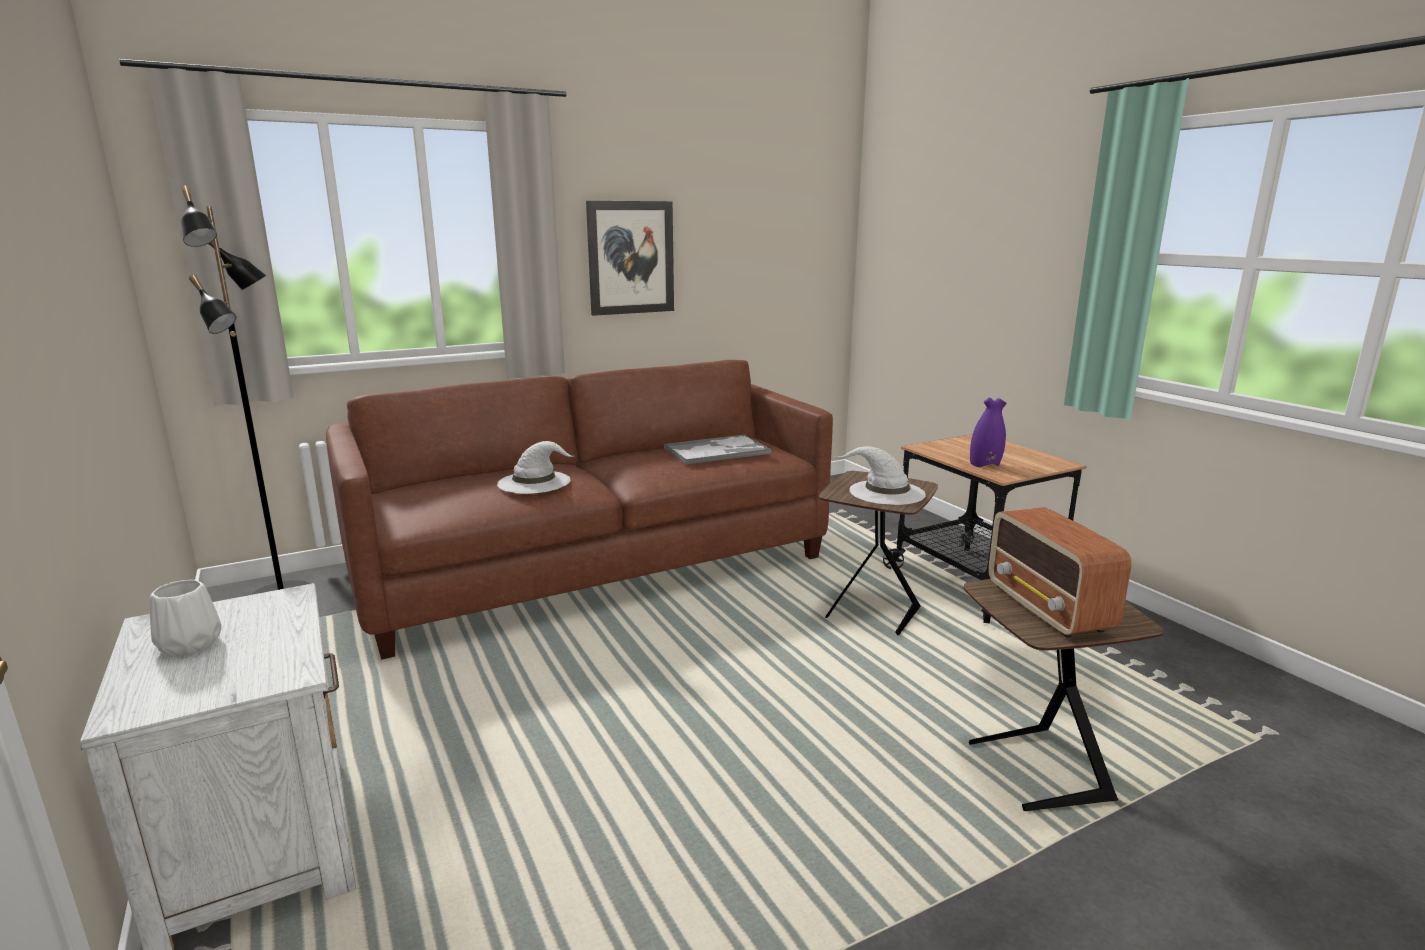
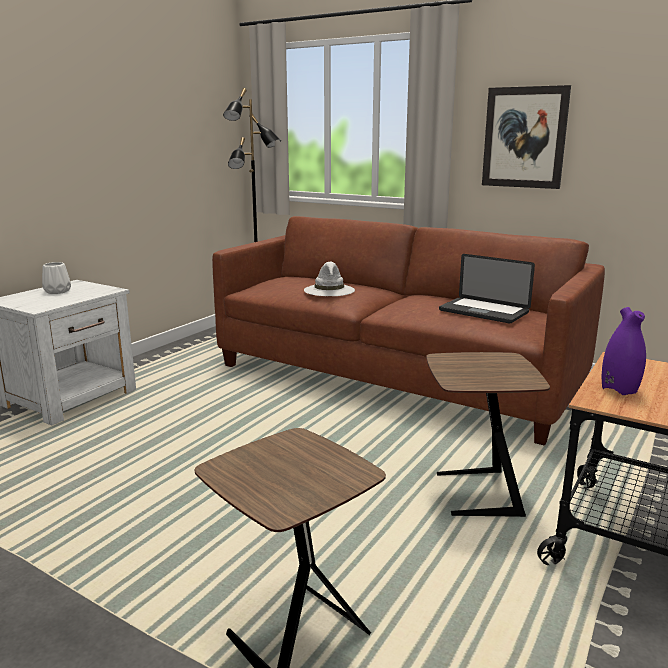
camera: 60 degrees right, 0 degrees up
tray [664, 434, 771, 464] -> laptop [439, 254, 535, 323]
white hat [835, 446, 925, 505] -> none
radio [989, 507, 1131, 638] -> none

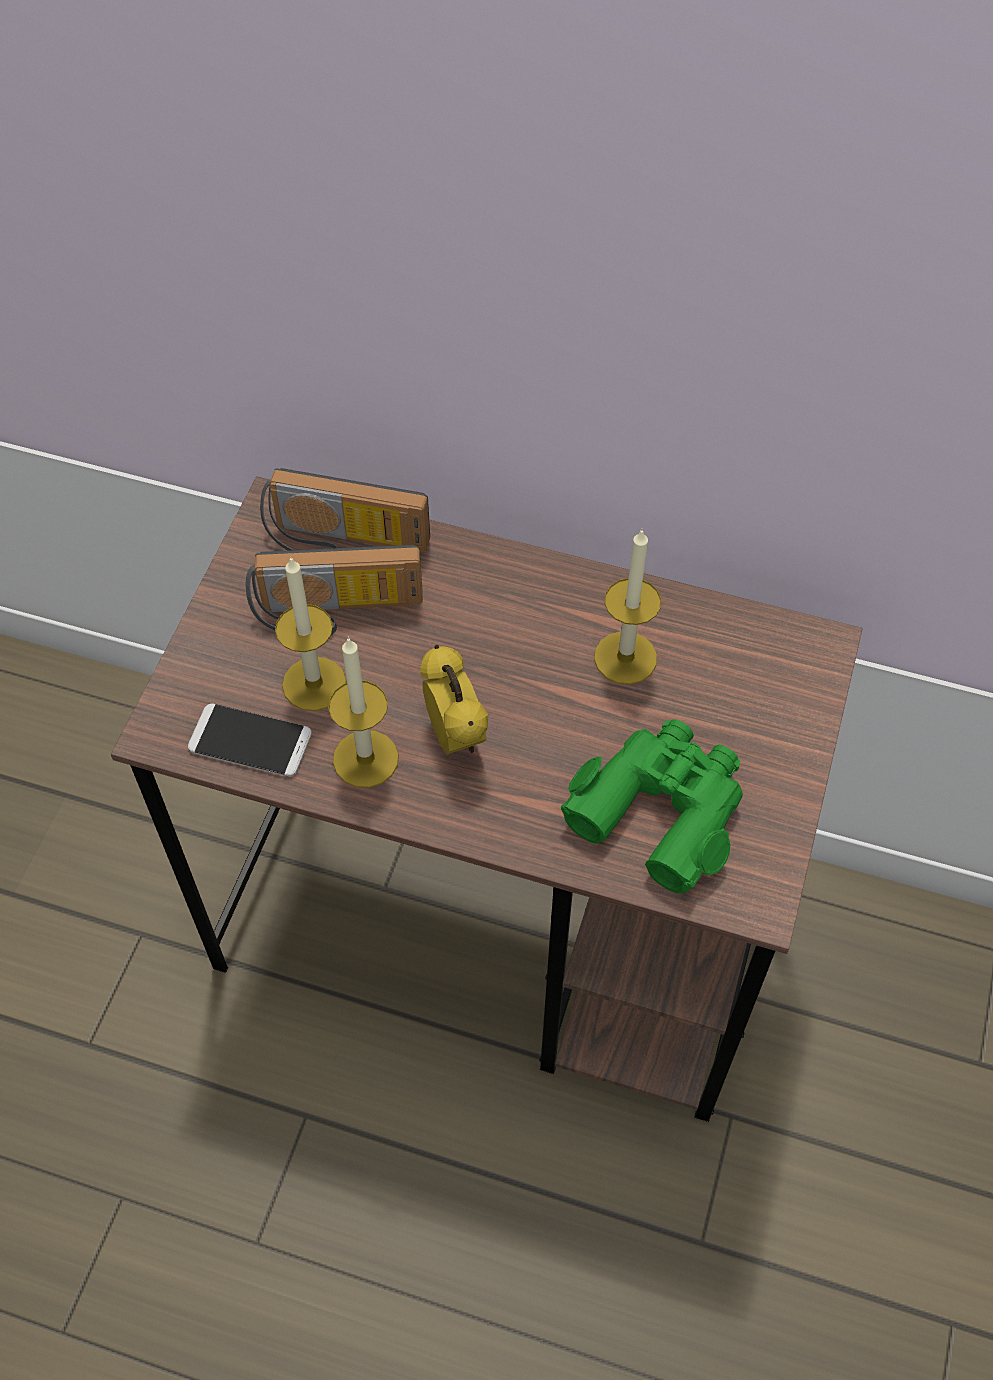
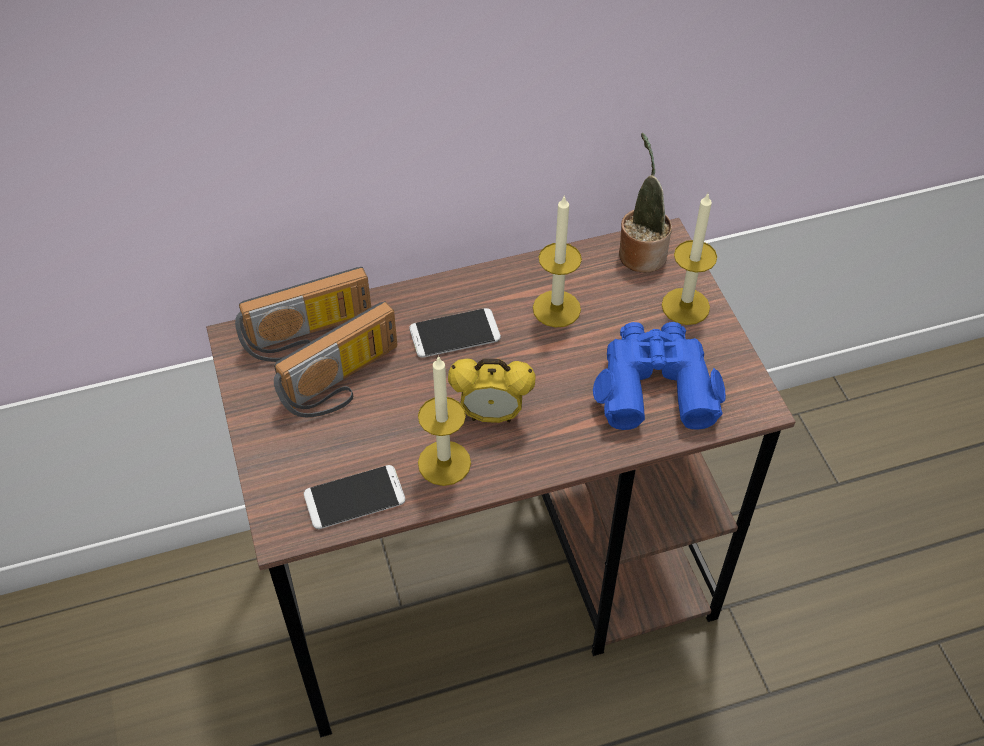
camera: 35 degrees left, 5 degrees down
candle [275, 556, 346, 711] -> candle [662, 193, 717, 325], move
alarm clock [420, 645, 488, 755] -> alarm clock [448, 359, 536, 423], 150 degrees clockwise
green binoculars [561, 719, 743, 893] -> blue binoculars [593, 322, 726, 430]
none -> potted plant [619, 133, 672, 273]
none -> phone [409, 308, 501, 358]

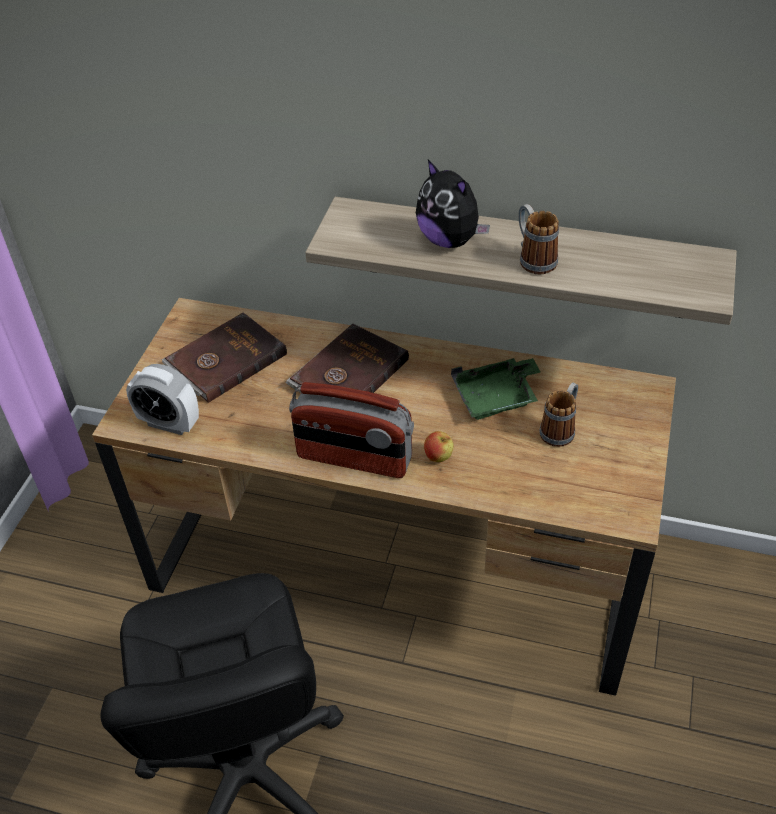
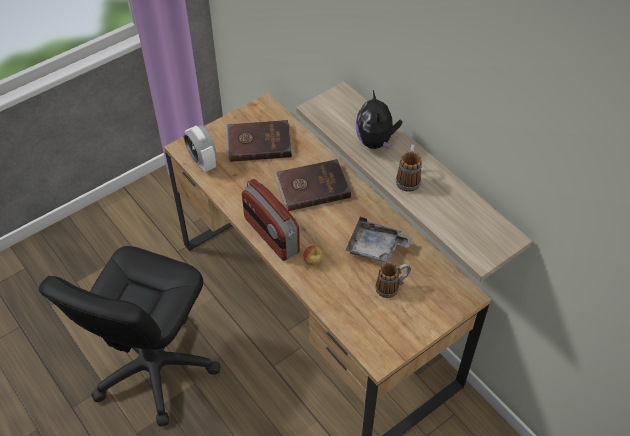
camera: 35 degrees right, 5 degrees up
green tray [451, 358, 541, 420] -> grey tray [345, 217, 413, 263]

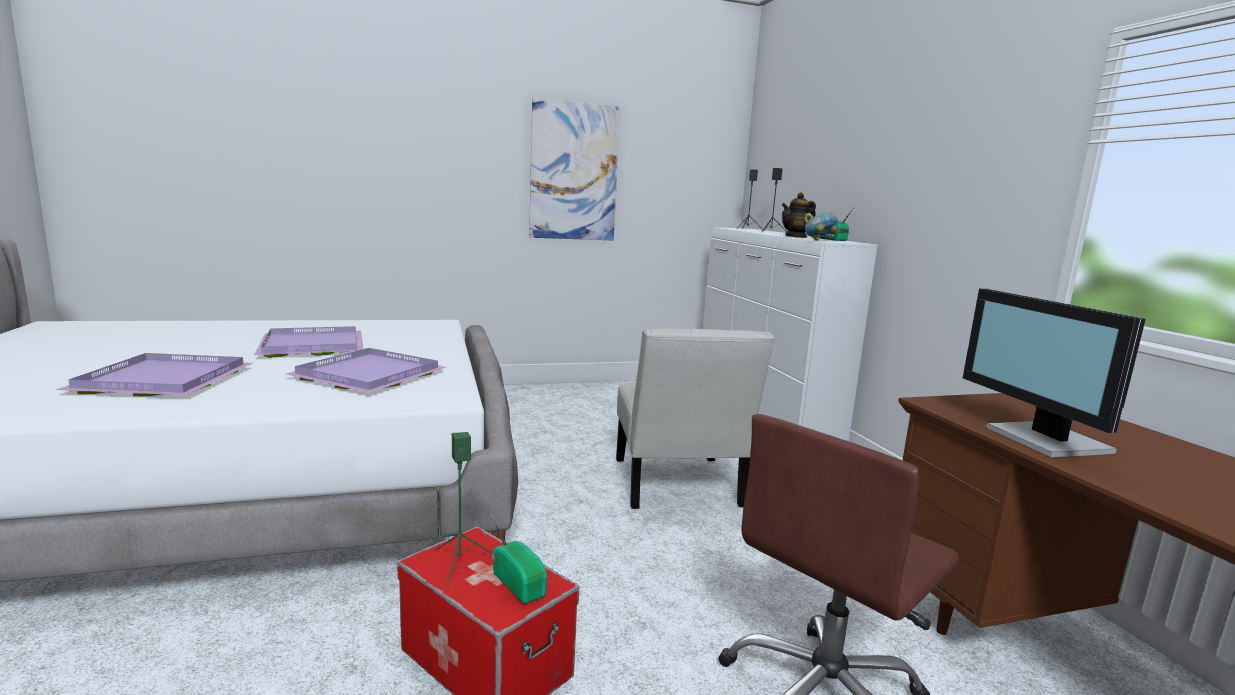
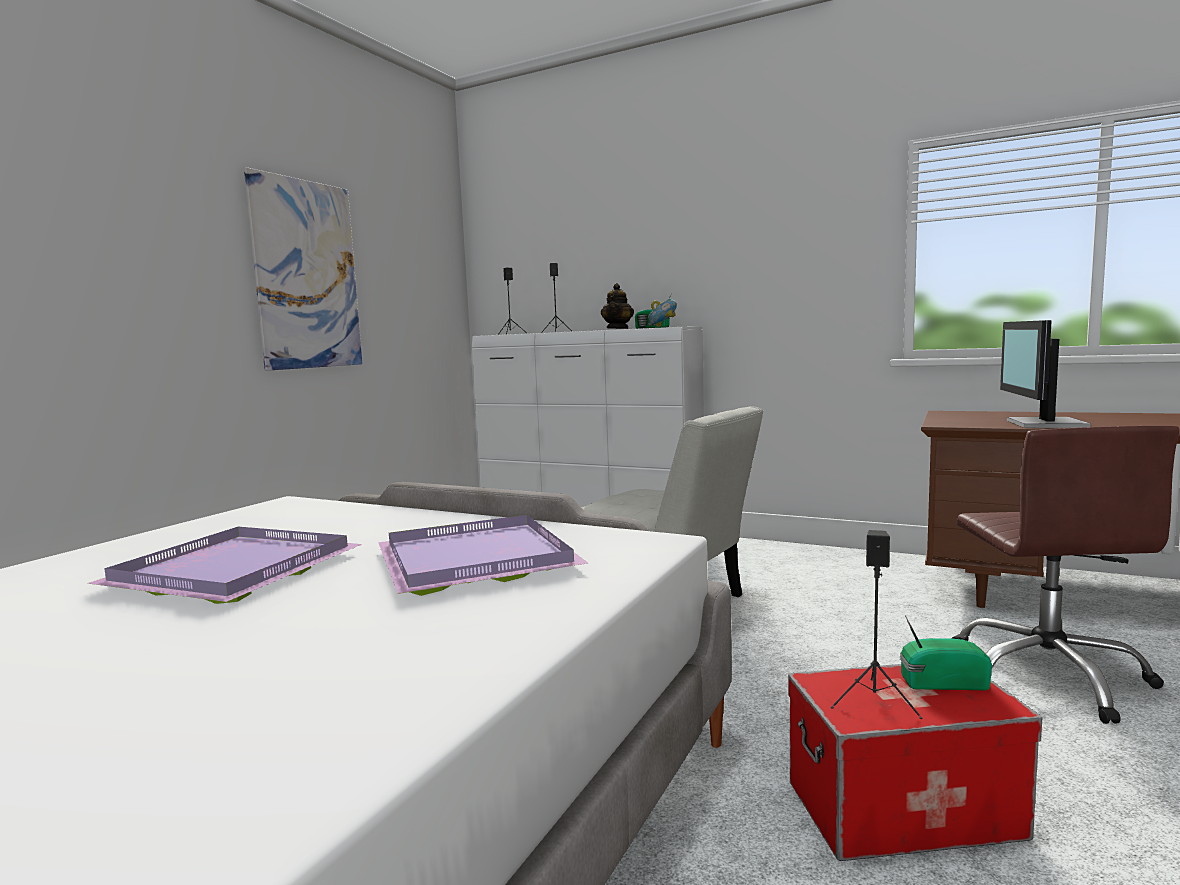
camera: 45 degrees left, 5 degrees down
monitor [963, 289, 1146, 457] -> monitor [1000, 320, 1091, 428], 75 degrees clockwise
purple tray [56, 353, 253, 397] -> none
green speaker [434, 432, 492, 585] -> black speaker [831, 530, 923, 719]

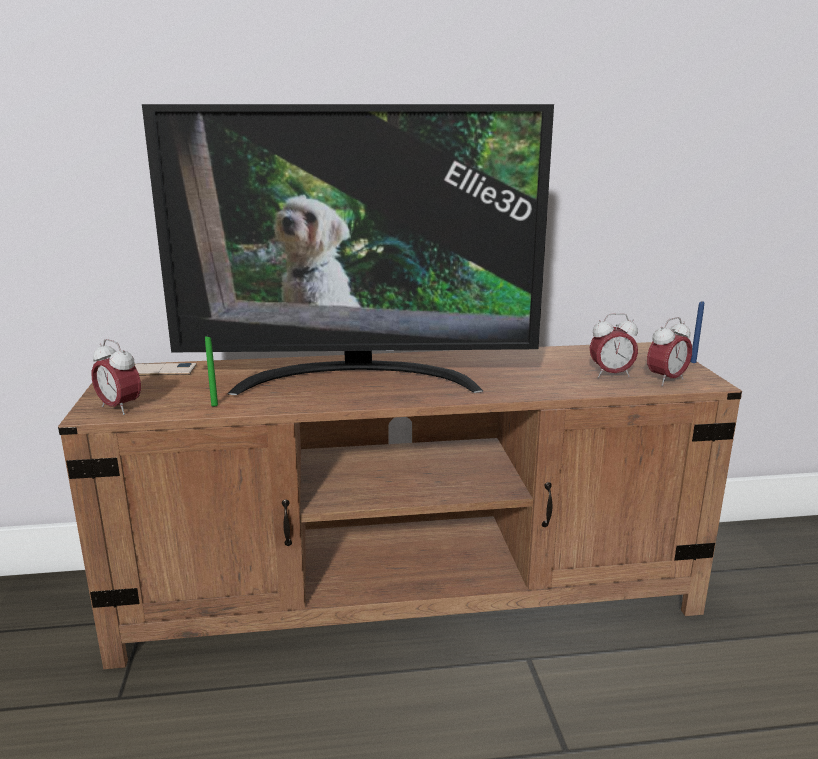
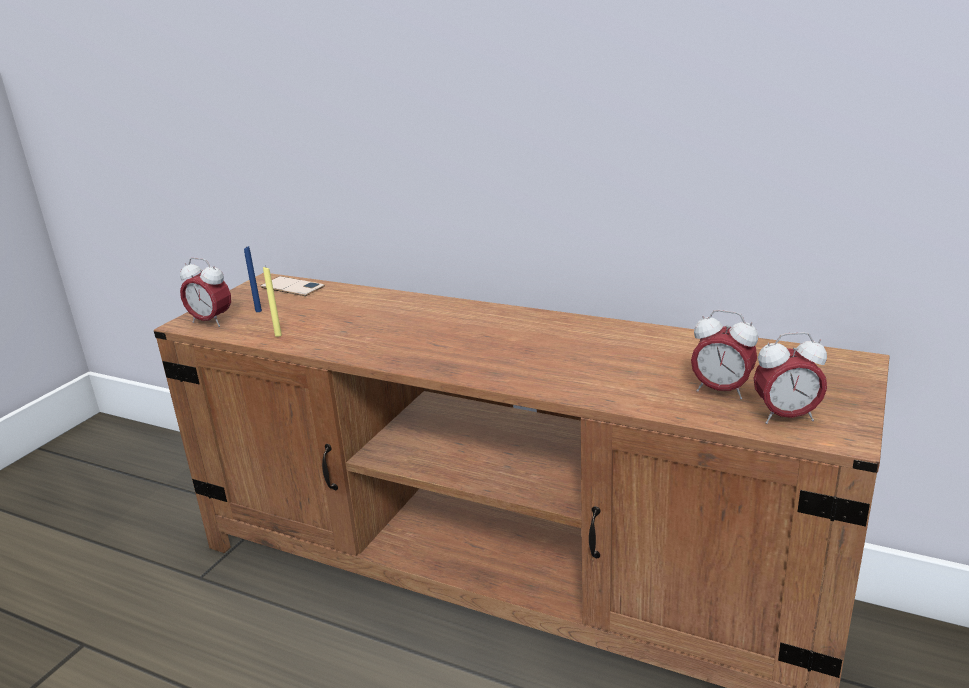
camera: 35 degrees right, 5 degrees up
television [142, 104, 554, 395] -> none
blue candle [690, 301, 704, 363] -> blue candle [244, 246, 262, 312], move
green candle [205, 335, 218, 406] -> yellow candle [263, 267, 282, 337]
alarm clock [91, 339, 141, 415] -> alarm clock [180, 258, 231, 327], 45 degrees counterclockwise

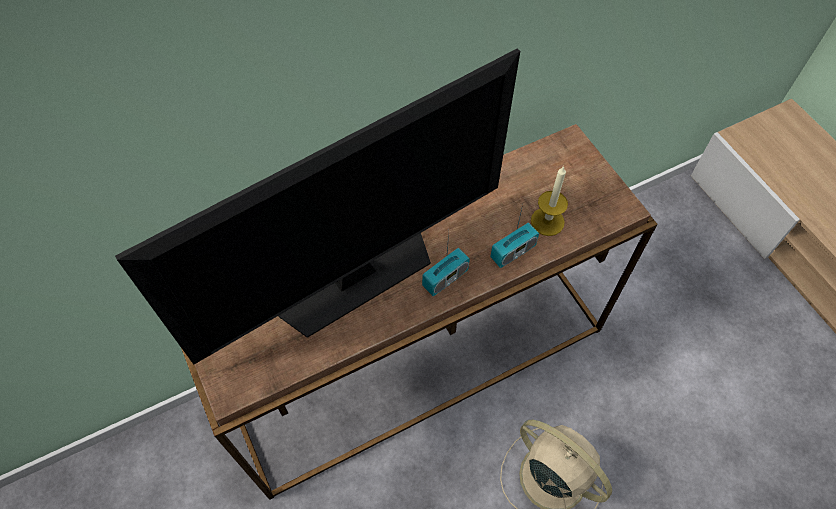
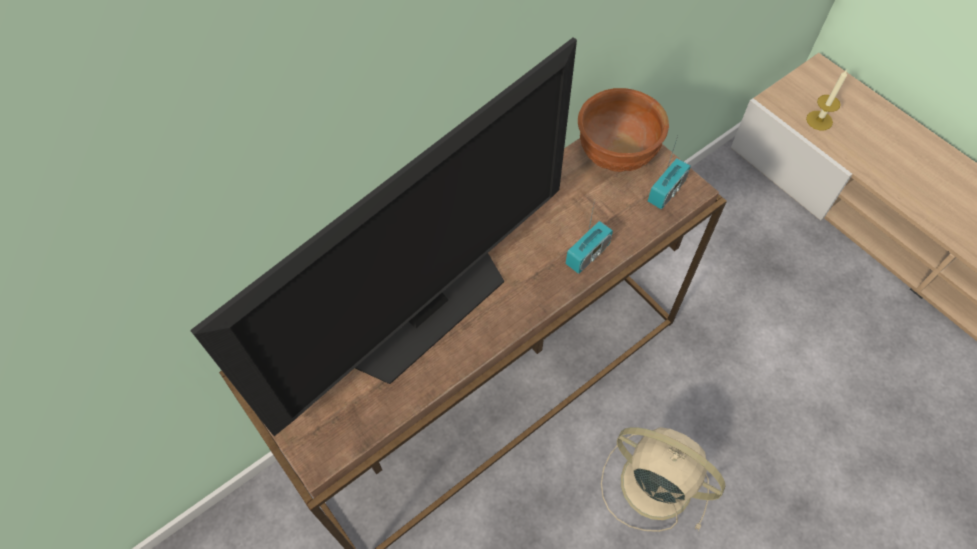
camera: 10 degrees left, 0 degrees up
candle [531, 166, 568, 236] -> candle [806, 70, 847, 130], move
radio [422, 233, 470, 296] -> radio [648, 136, 691, 209], move
none -> brown bowl [578, 88, 669, 172]

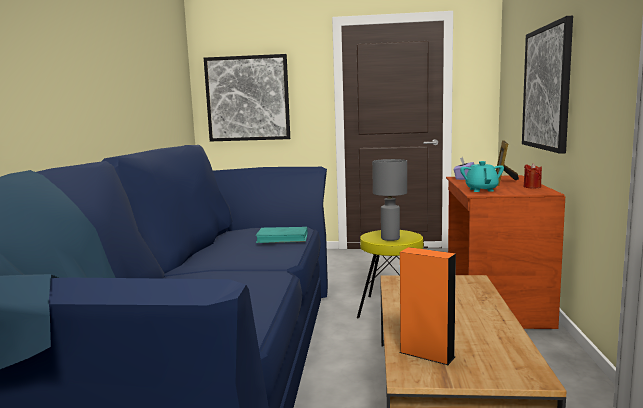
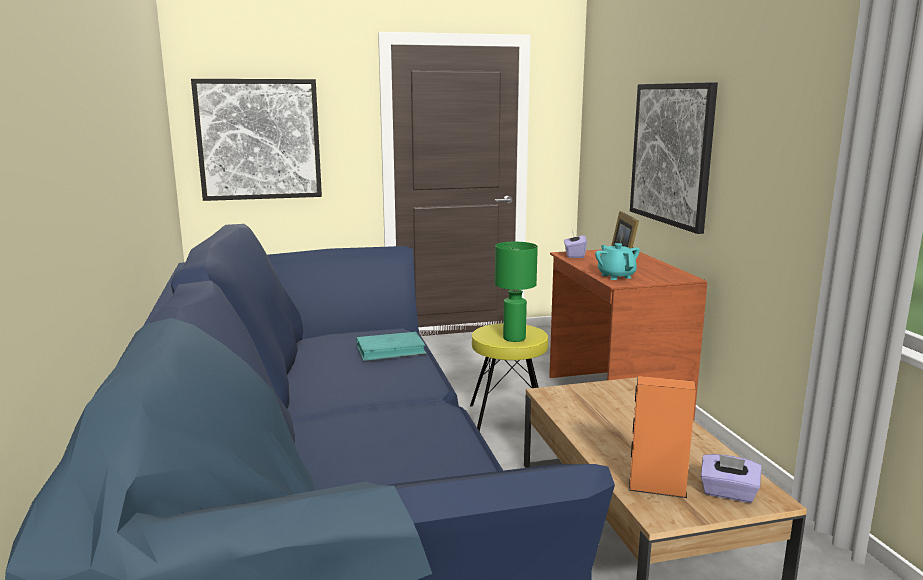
camera: 20 degrees left, 5 degrees up
grey table lamp [372, 159, 407, 241] -> green table lamp [495, 242, 538, 342]
red candle [524, 163, 542, 188] -> none
none -> purple tissue box [701, 454, 761, 503]

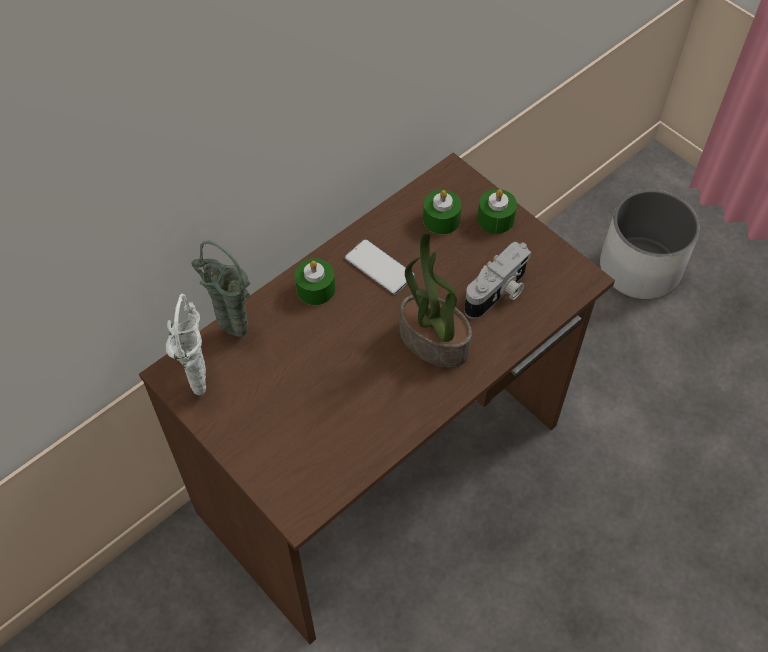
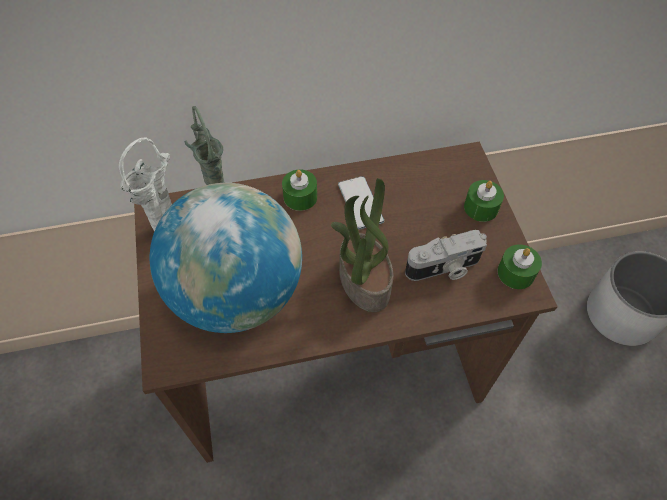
camera: 30 degrees right, 0 degrees up
green candle [423, 190, 462, 234] -> green candle [497, 245, 542, 289], move
none -> globe [150, 183, 302, 333]

